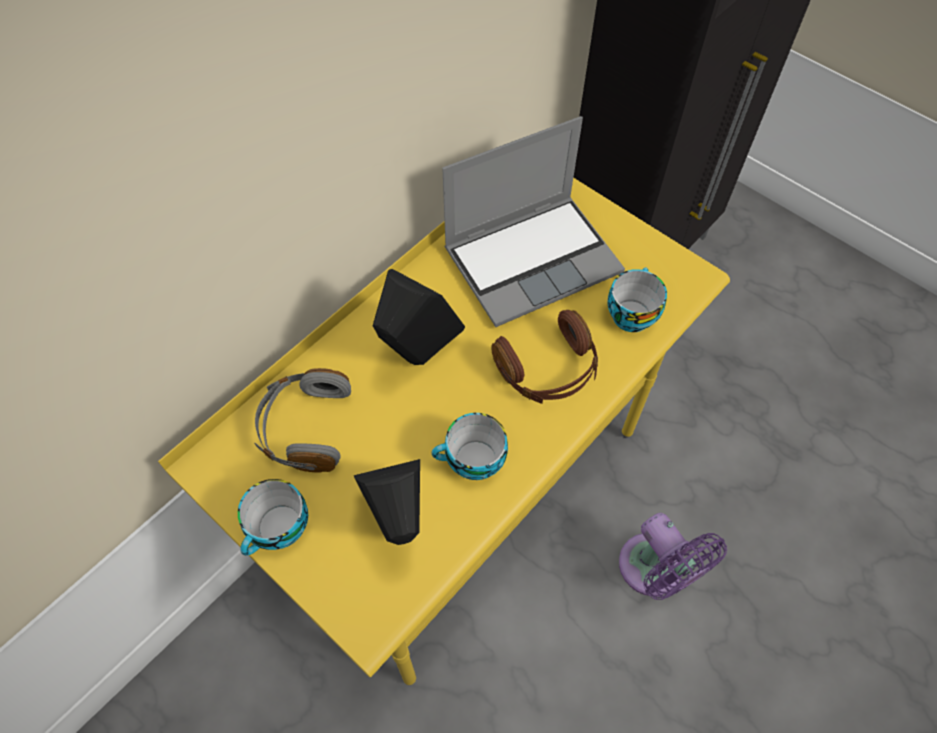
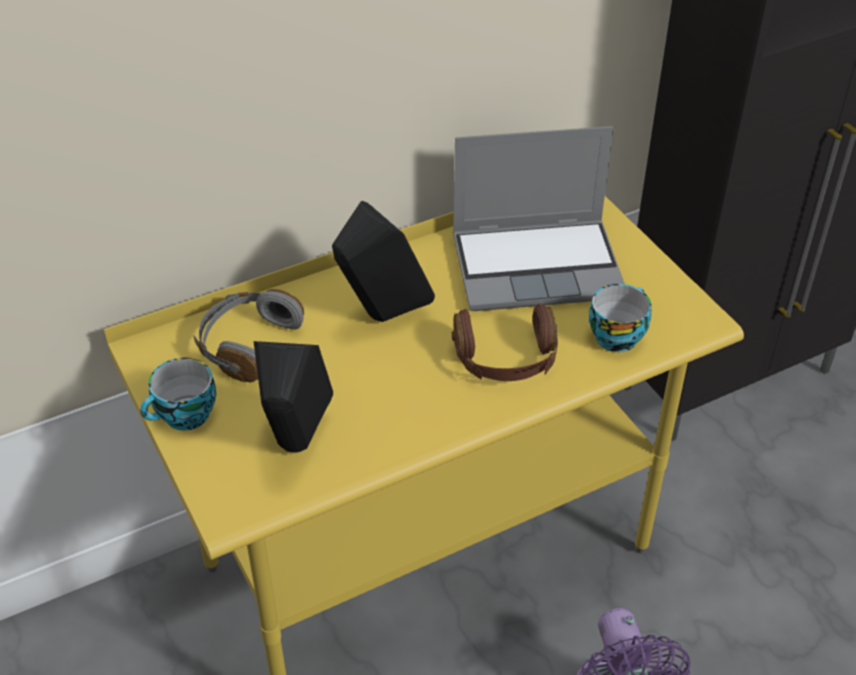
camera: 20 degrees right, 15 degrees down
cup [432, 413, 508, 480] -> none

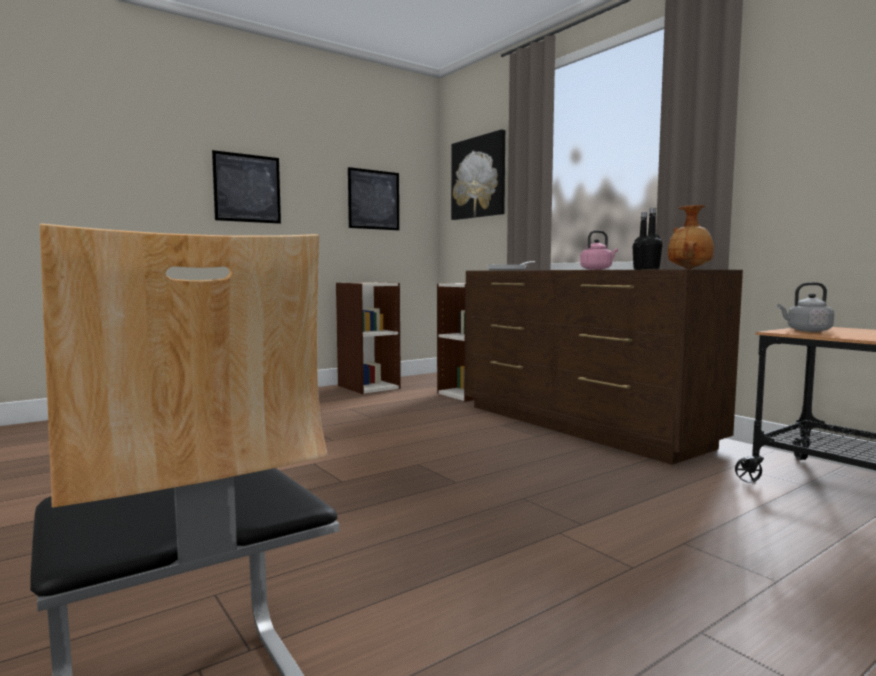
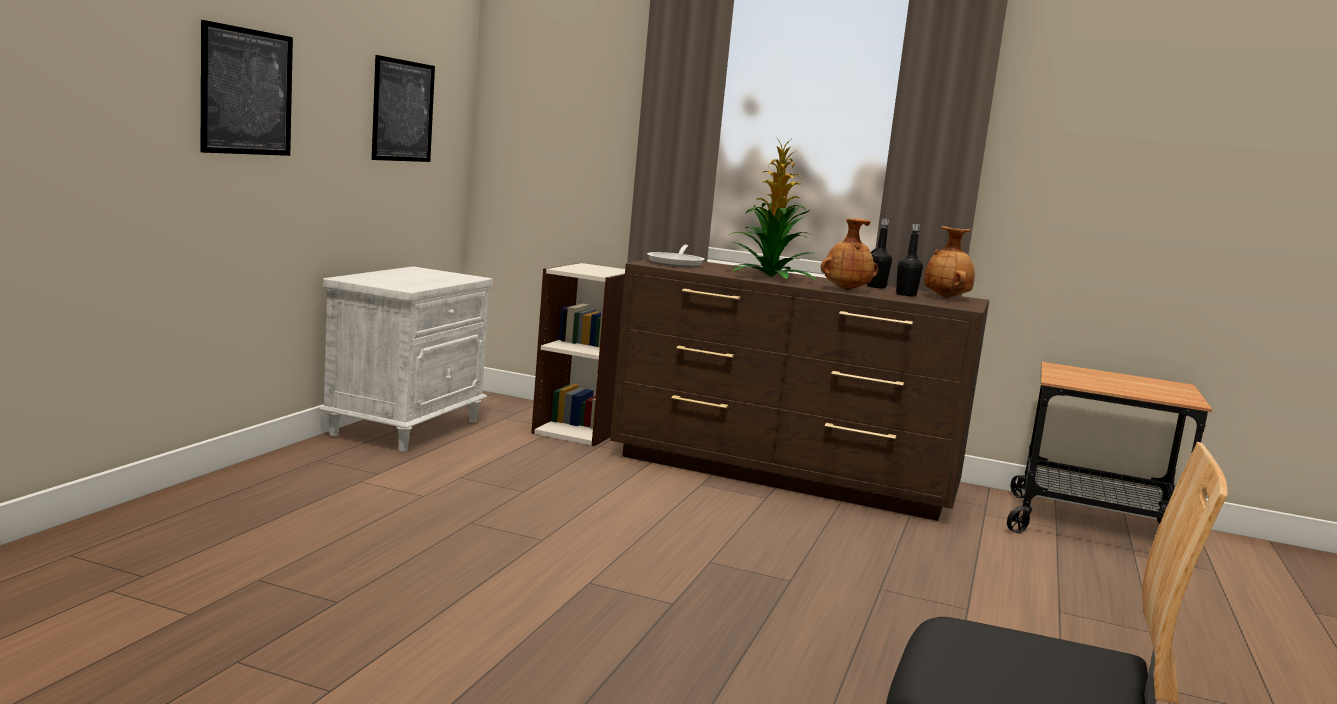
camera: 35 degrees left, 5 degrees up
picture [451, 129, 505, 220] -> none
pink kettle [580, 230, 618, 270] -> brown vase [821, 218, 878, 290]
bookcase [336, 282, 401, 394] -> white nightstand [319, 266, 493, 452]
grey kettle [777, 282, 834, 332] -> none
none -> potted plant [729, 140, 816, 280]

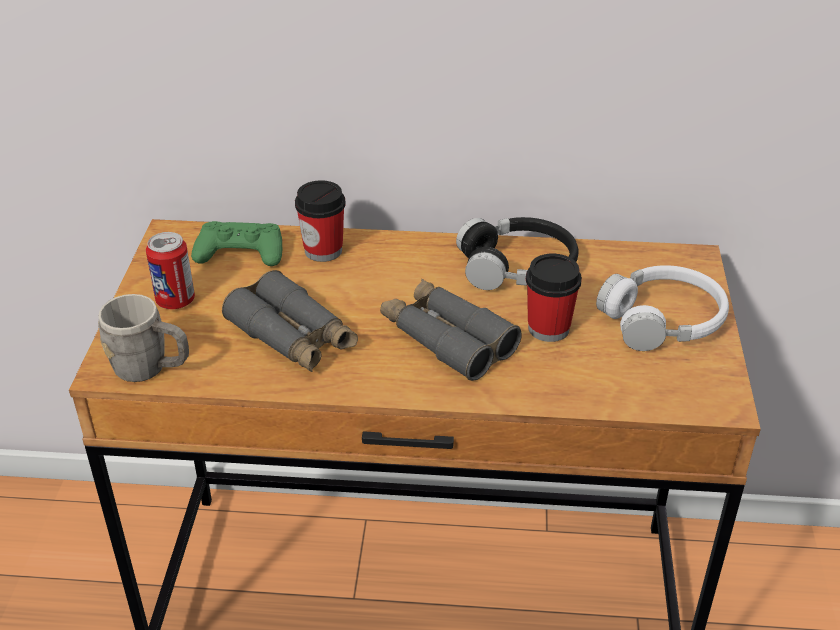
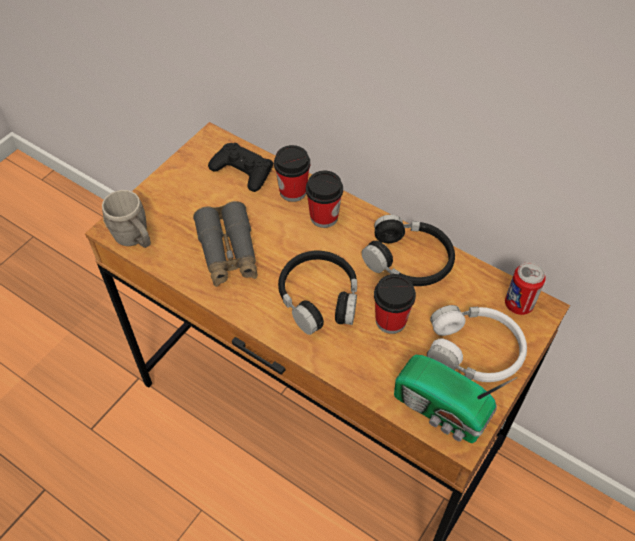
camera: 30 degrees right, 15 degrees up
green game controller [191, 221, 282, 266] -> black game controller [208, 143, 274, 192]
can [146, 232, 195, 309] -> can [505, 262, 546, 315], move
grey binoculars [380, 279, 522, 381] -> black headphones [278, 251, 357, 335]
none -> cup [306, 171, 343, 228]
none -> radio [394, 355, 517, 443]

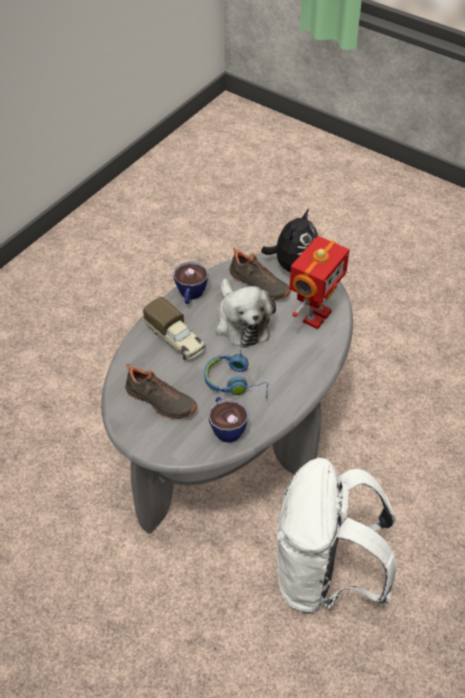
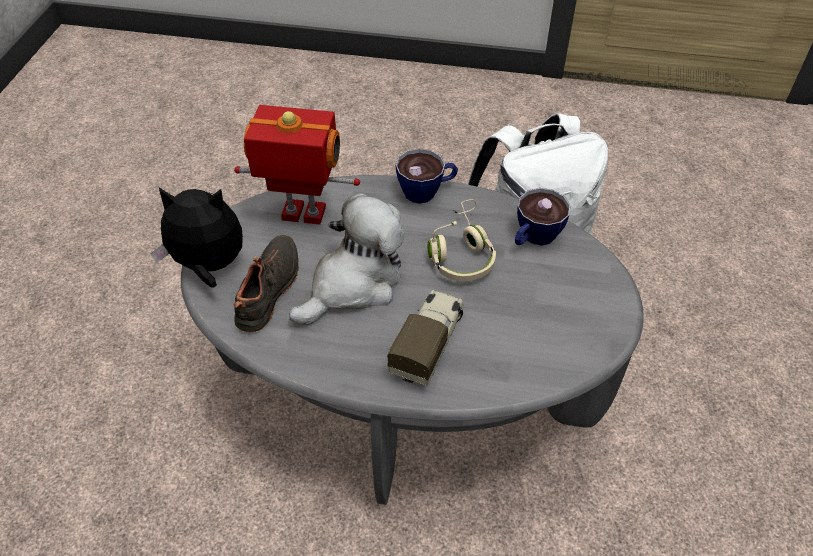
camera: 115 degrees left, 0 degrees up
cup [173, 261, 209, 304] -> cup [395, 148, 458, 204], move
blue headphones [204, 350, 268, 398] -> beige headphones [427, 199, 496, 282]
black shoe [125, 364, 197, 419] -> none

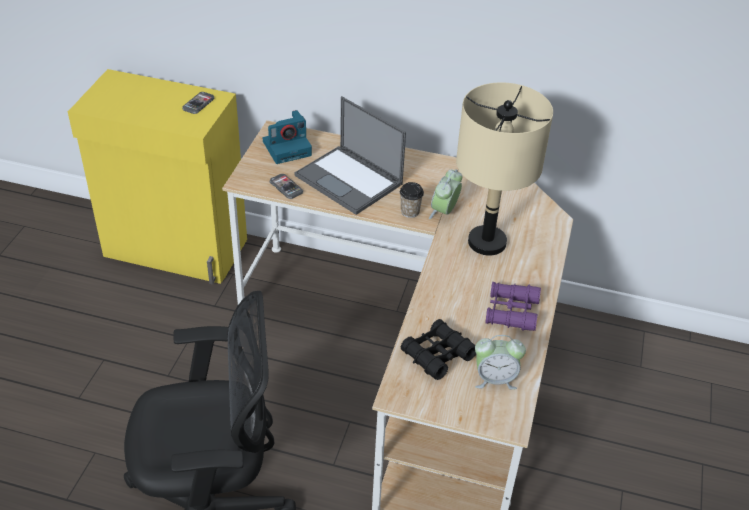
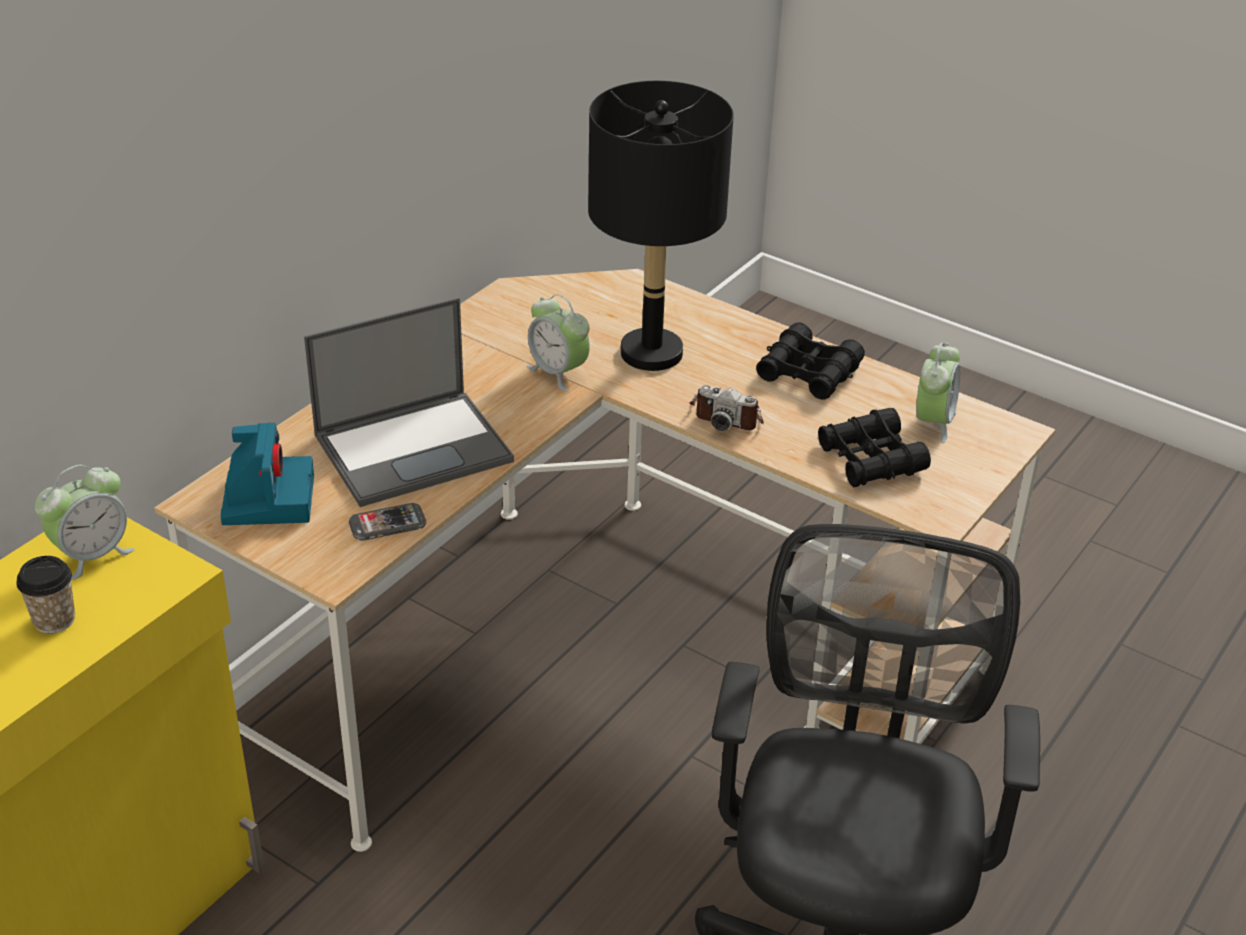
camera: 70 degrees left, 5 degrees down
beige table lamp [456, 82, 553, 256] -> black table lamp [588, 81, 734, 371]
phone [182, 92, 214, 114] -> alarm clock [35, 465, 135, 581]
cup [400, 182, 424, 218] -> cup [16, 556, 75, 633], move
purple binoculars [485, 282, 541, 331] -> black binoculars [756, 322, 865, 400]
none -> photo camera [689, 385, 764, 431]

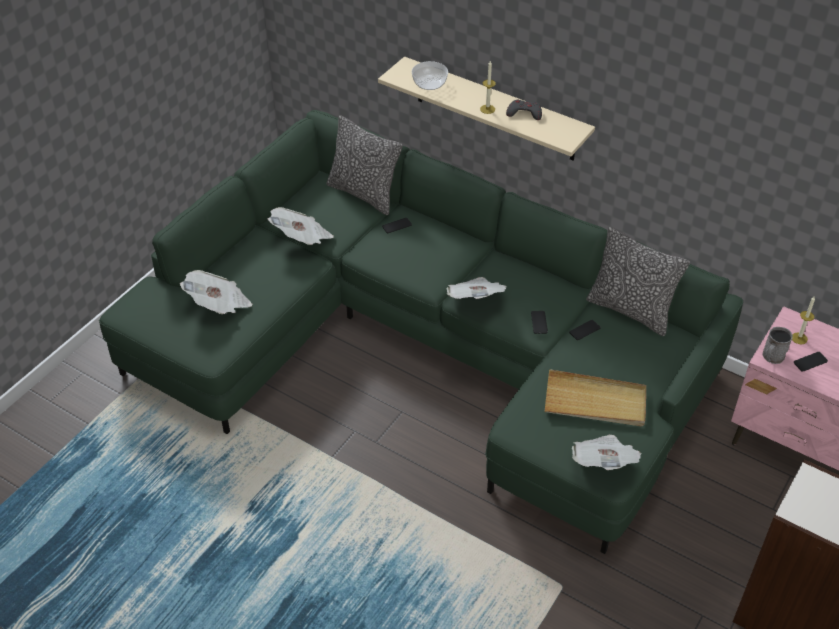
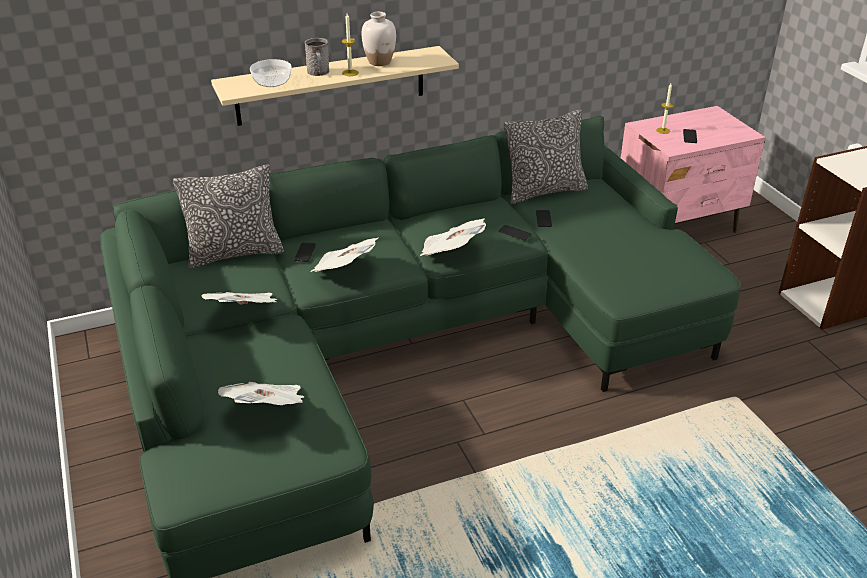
camera: 55 degrees left, 10 degrees down
grey game controller [506, 99, 542, 120] -> white vase [362, 12, 396, 66]
grey mug [763, 327, 793, 364] -> grey mug [305, 38, 329, 76], move
beige tray [545, 369, 646, 426] -> none
newspaper [572, 435, 642, 470] -> newspaper [310, 238, 378, 272], move

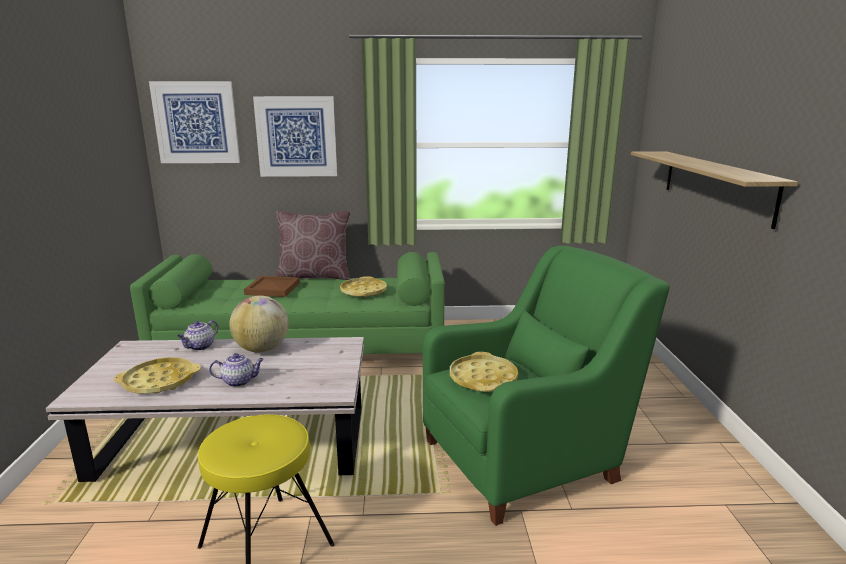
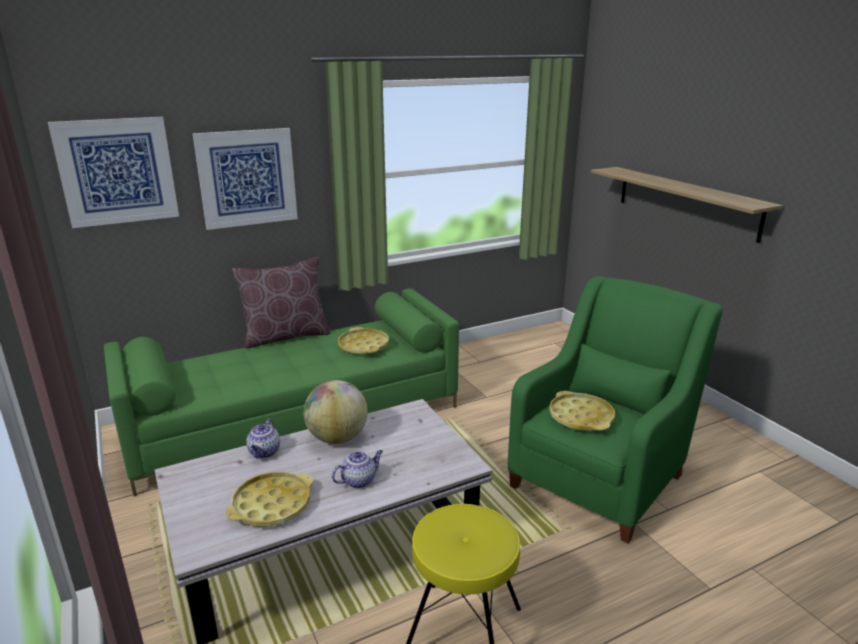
camera: 25 degrees left, 5 degrees up
brown tray [244, 276, 300, 297] -> none

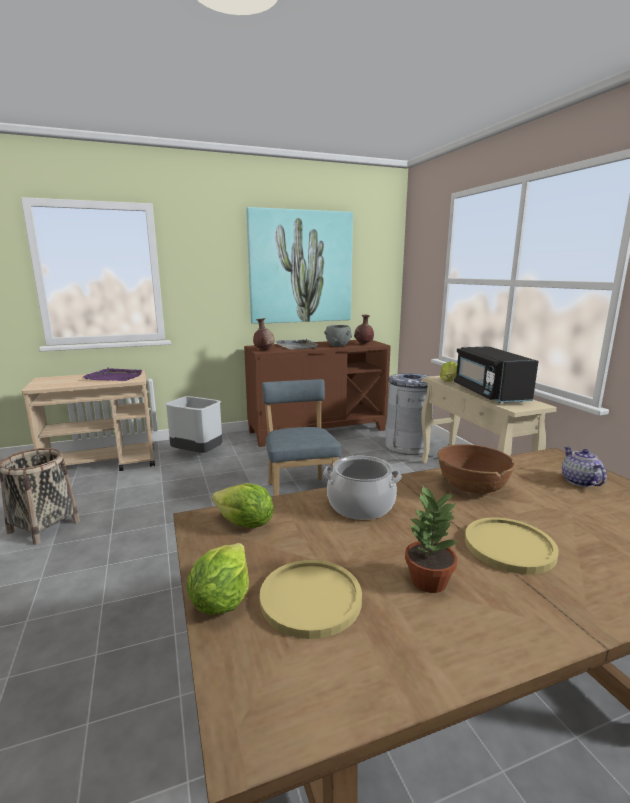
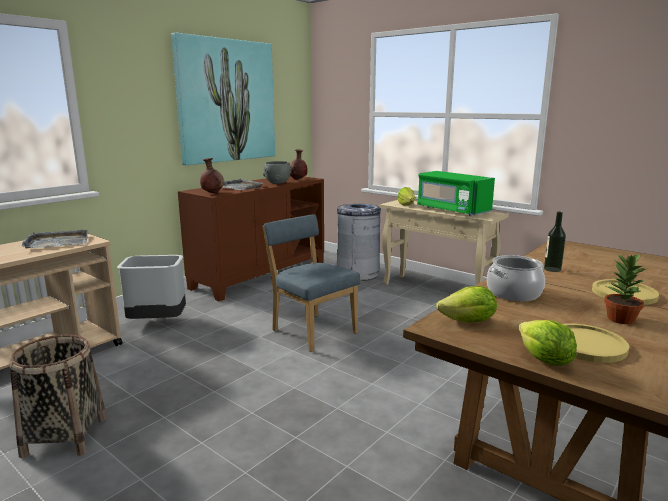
camera: 30 degrees left, 0 degrees up
black microwave [454, 346, 538, 403] -> green microwave [417, 171, 495, 216]
purple tray [83, 368, 143, 381] -> grey tray [22, 229, 88, 249]
brown bowl [437, 444, 515, 493] -> bottle [544, 211, 566, 272]
teapot [562, 446, 607, 487] -> none

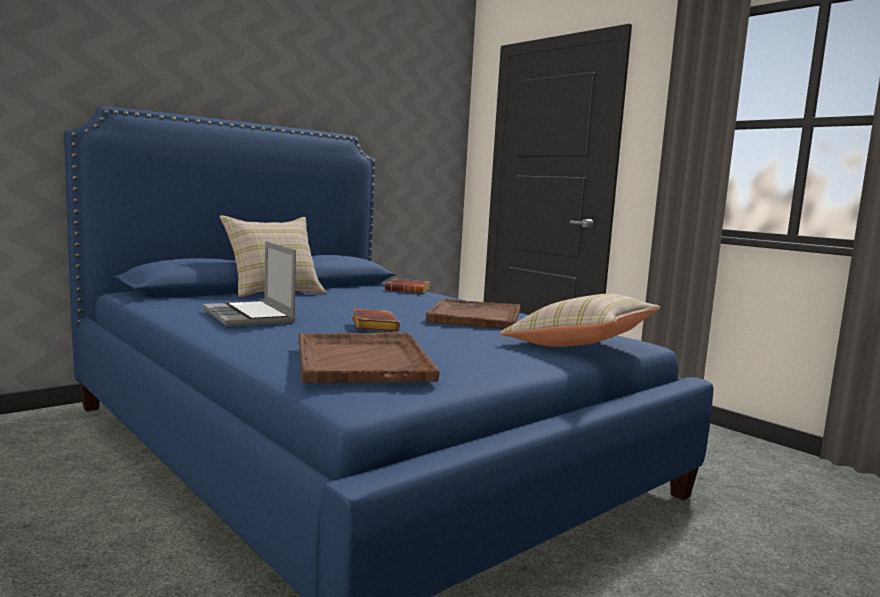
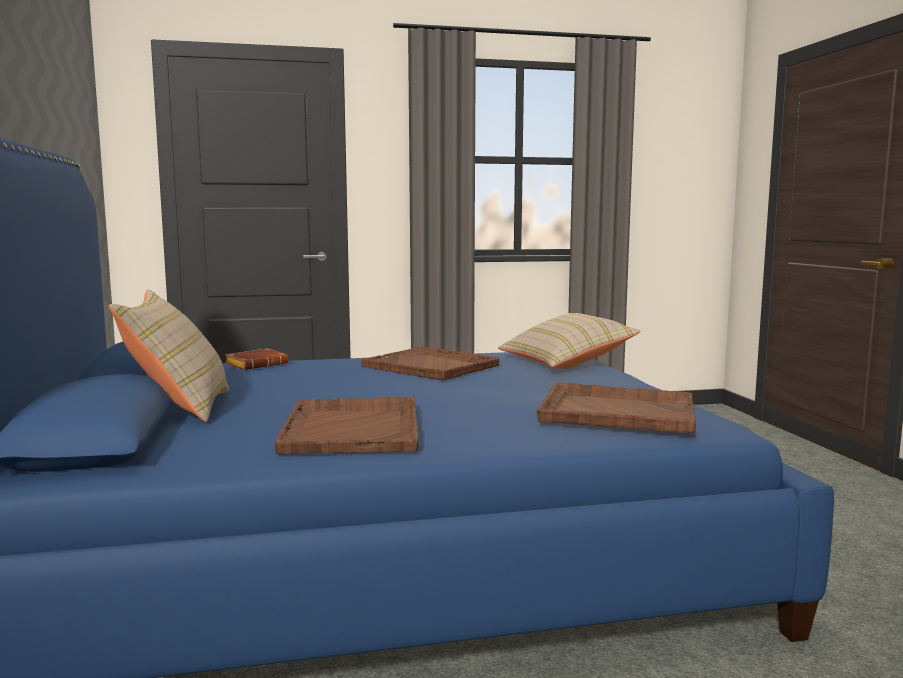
camera: 60 degrees left, 0 degrees up
laptop [203, 241, 296, 327] -> brown tray [275, 396, 419, 454]
brown book [352, 309, 400, 331] -> none

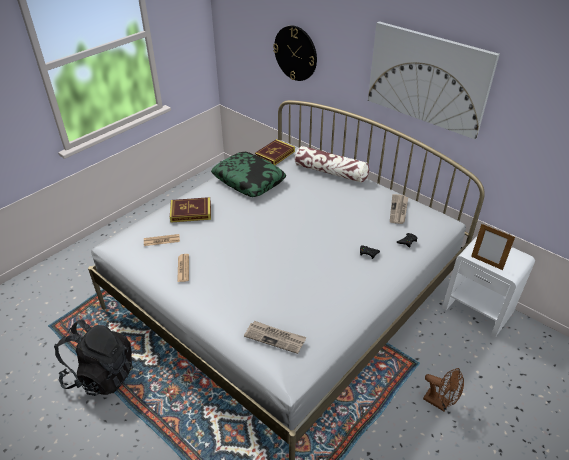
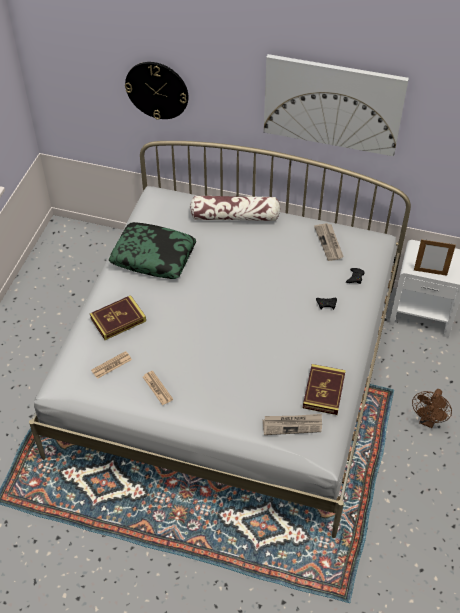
camera: 25 degrees left, 10 degrees up
book [255, 139, 295, 165] -> book [303, 364, 346, 415], move
black backpack [54, 319, 133, 396] -> none
brown fan [423, 368, 464, 411] -> brown fan [412, 389, 452, 428], 105 degrees clockwise

